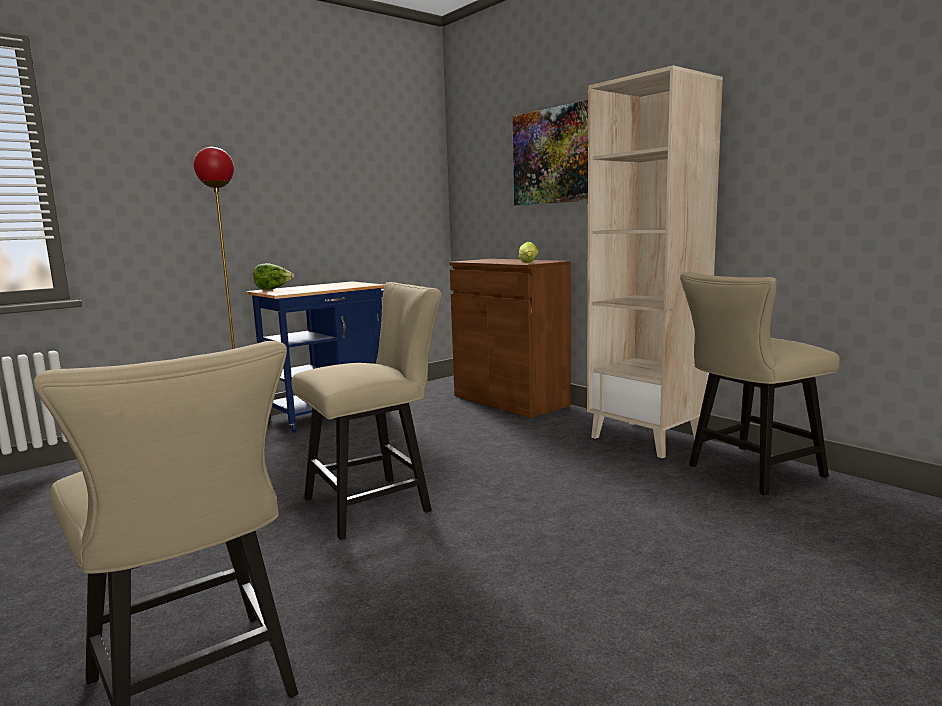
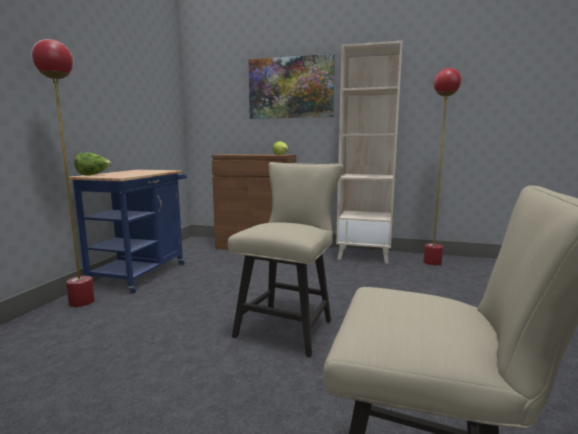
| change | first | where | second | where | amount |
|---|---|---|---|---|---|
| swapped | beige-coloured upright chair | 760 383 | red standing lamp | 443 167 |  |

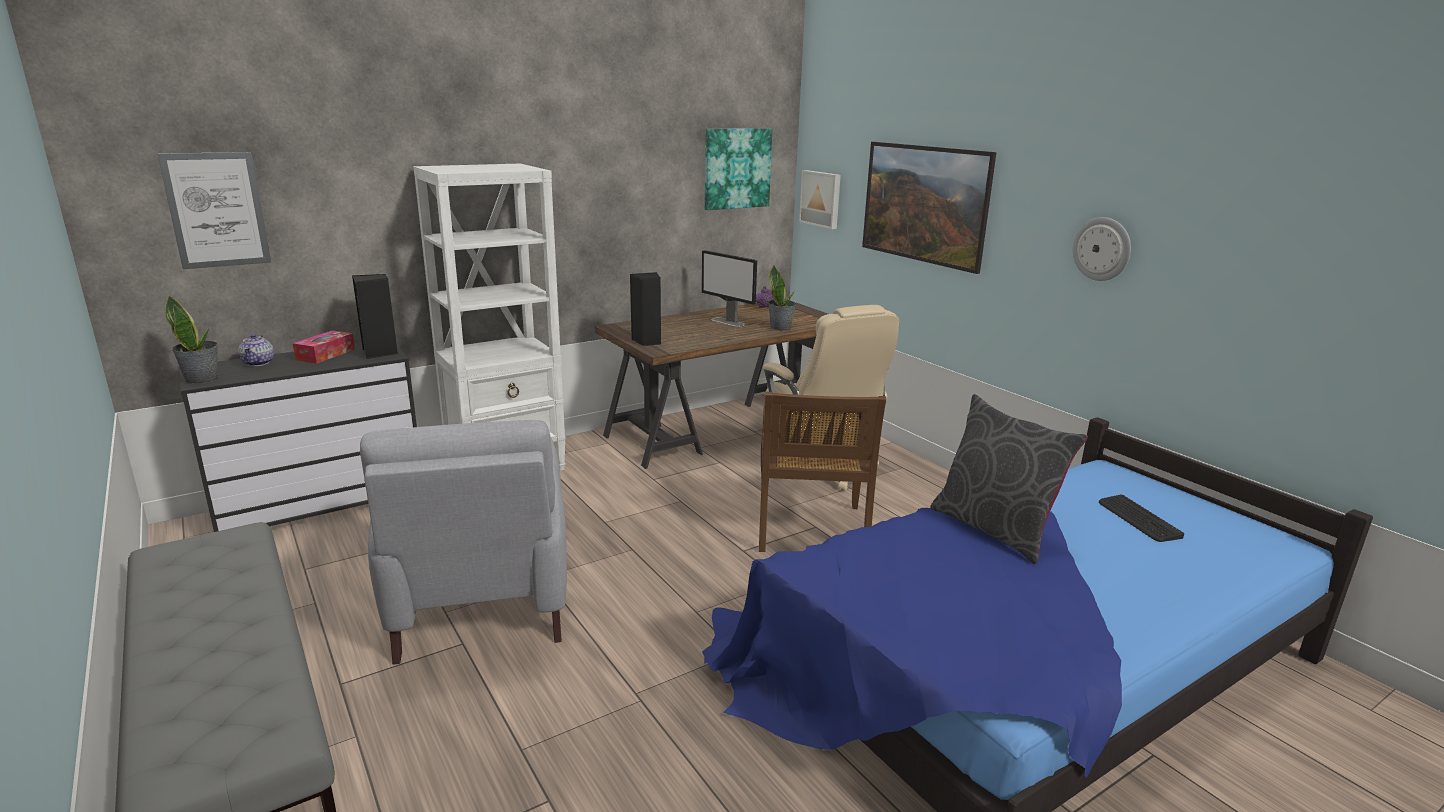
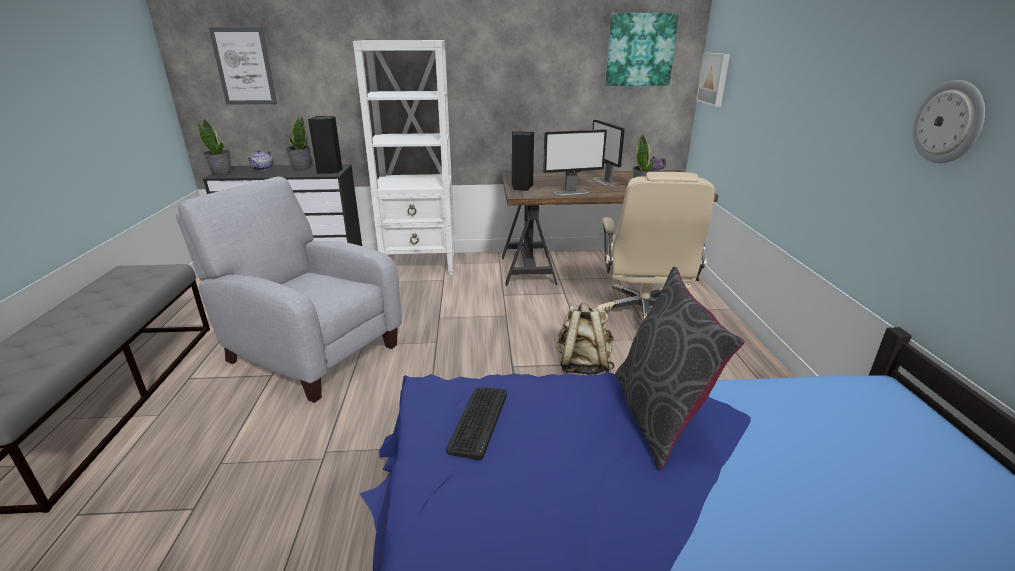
| change | first | where | second | where | amount |
|---|---|---|---|---|---|
| gone | wall picture | 929 208 |  |  |  |
| swapped | tissue holder | 324 347 | potted plant | 298 144 |  |
| swapped | brownish upright chair | 822 472 | beige-coloured backpack | 585 339 |  |
| rotated | gray armchair | 463 542 |  | 288 290 | 105 degrees clockwise |
| shifted | keyboard | 1141 518 |  | 476 423 |  |
| new |  |  | computer display | 575 162 |  |

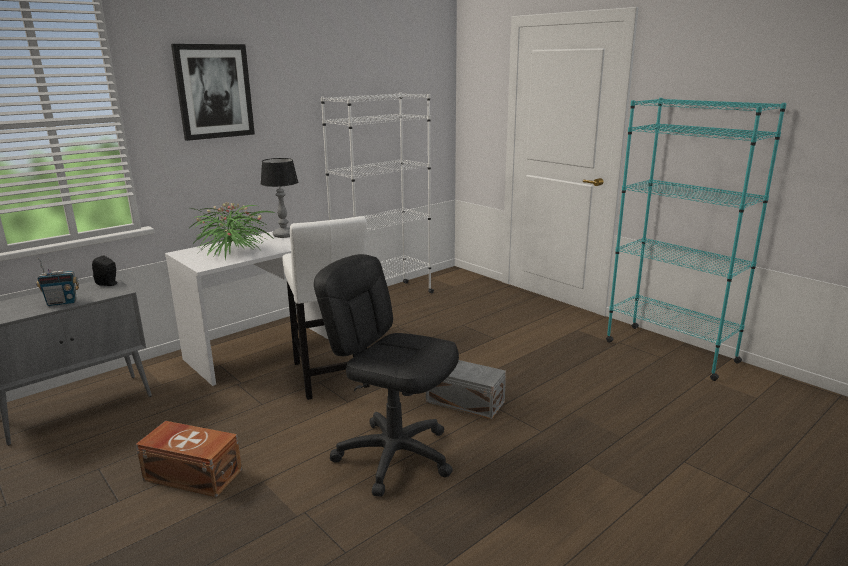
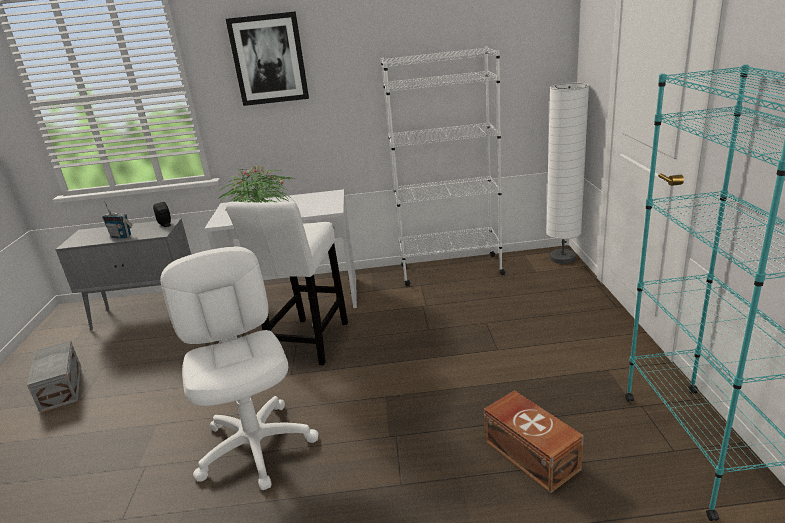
| change | first | where | second | where | amount |
|---|---|---|---|---|---|
| gone | lamp for a table | 279 198 |  |  |  |
| repainted | black-coloured office chair | 386 375 | white-coloured office chair | 239 368 |  |
| shifted | gray storage box | 466 389 |  | 54 376 |  |
| shifted | brownish storage box | 189 459 |  | 534 442 |  |
| new |  |  | white-coloured standing lamp | 567 173 |  |

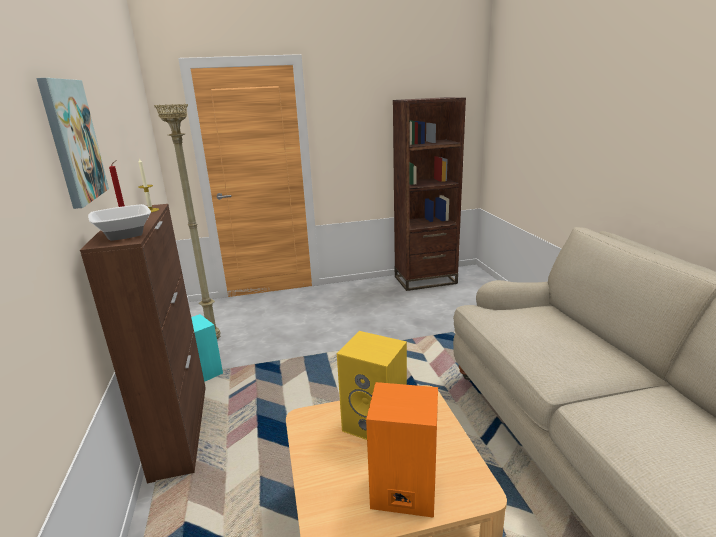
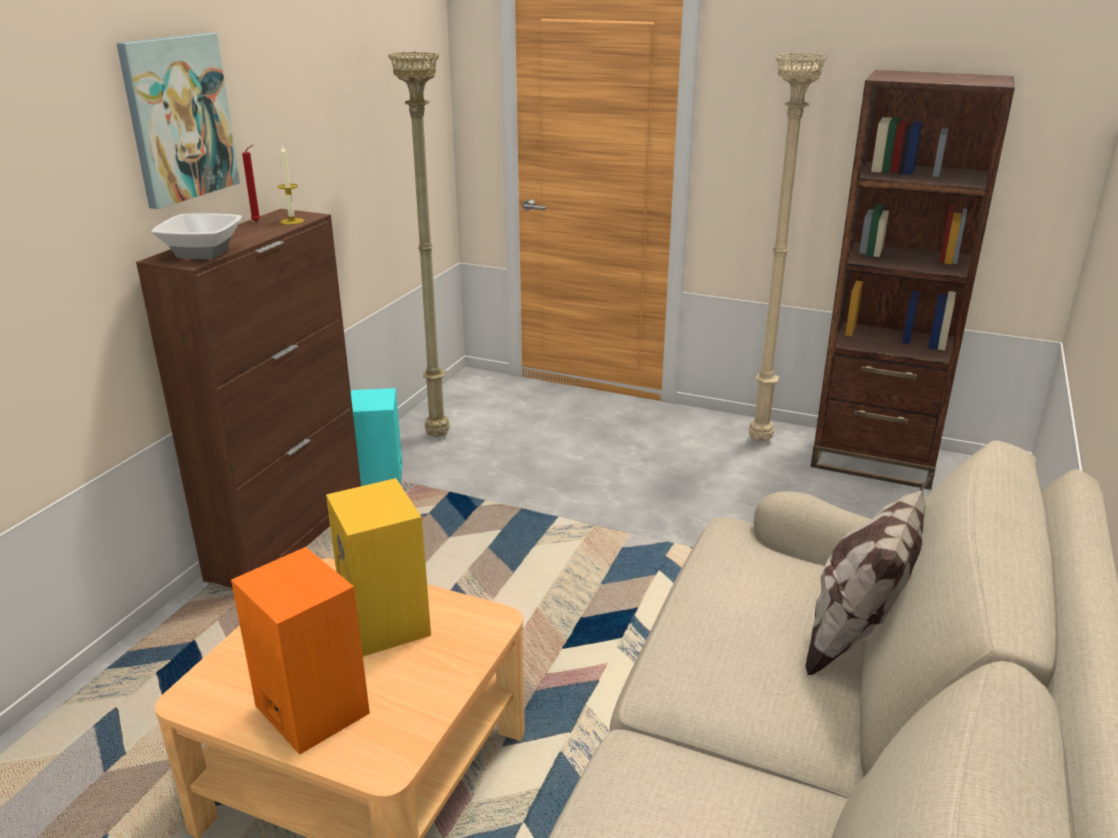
| change | first | where | second | where | amount |
|---|---|---|---|---|---|
| new |  |  | beige-coloured standing lamp | 788 246 |  |
| new |  |  | cushion | 869 574 |  |

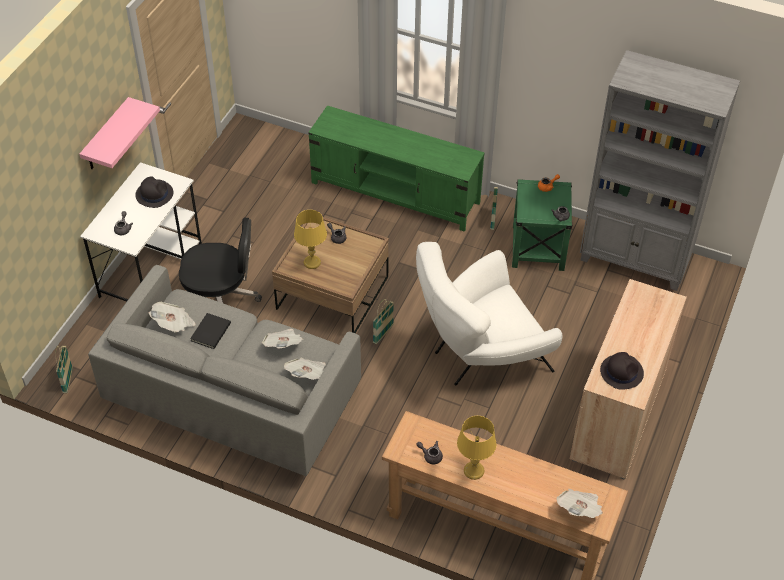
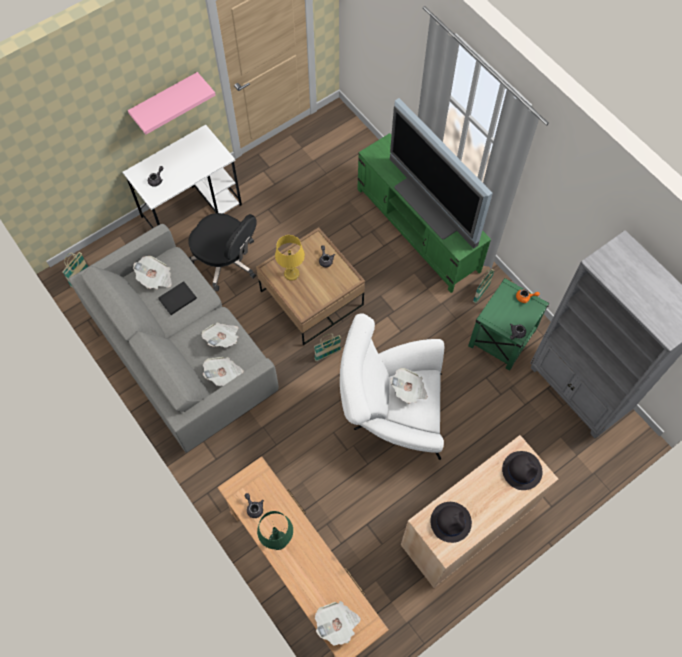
| change | first | where | second | where | amount |
|---|---|---|---|---|---|
| shifted | black-coloured clothing hat | 154 192 |  | 522 470 |  |
| repainted | yellowish lamp for a table | 476 448 | greenish lamp for a table | 275 530 |  |
| new |  |  | television | 441 173 |  |
| new |  |  | newspaper | 409 386 |  |

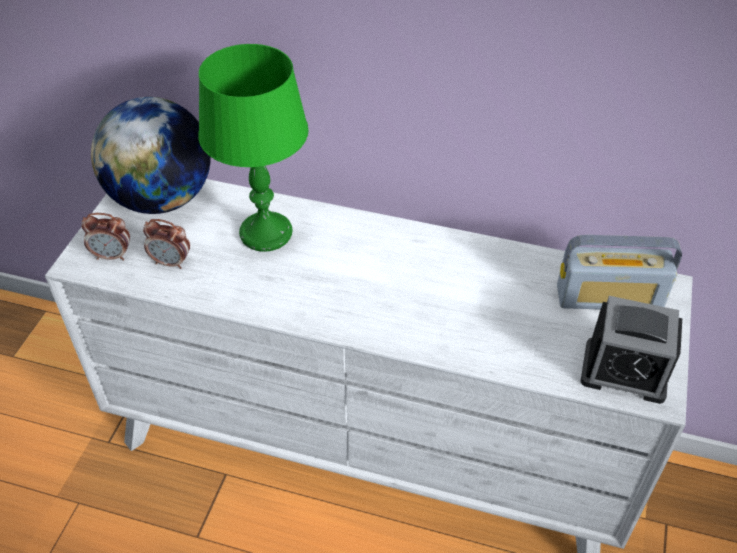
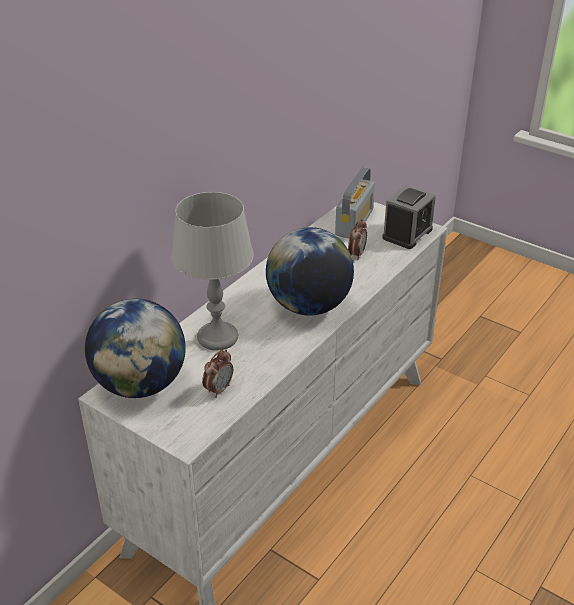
| change | first | where | second | where | amount |
|---|---|---|---|---|---|
| repainted | greenish lamp for a table | 253 148 | gray lamp for a table | 212 271 |  |
| shifted | bedside clock | 105 237 |  | 357 239 |  |
| new |  |  | desk globe | 310 271 |  |

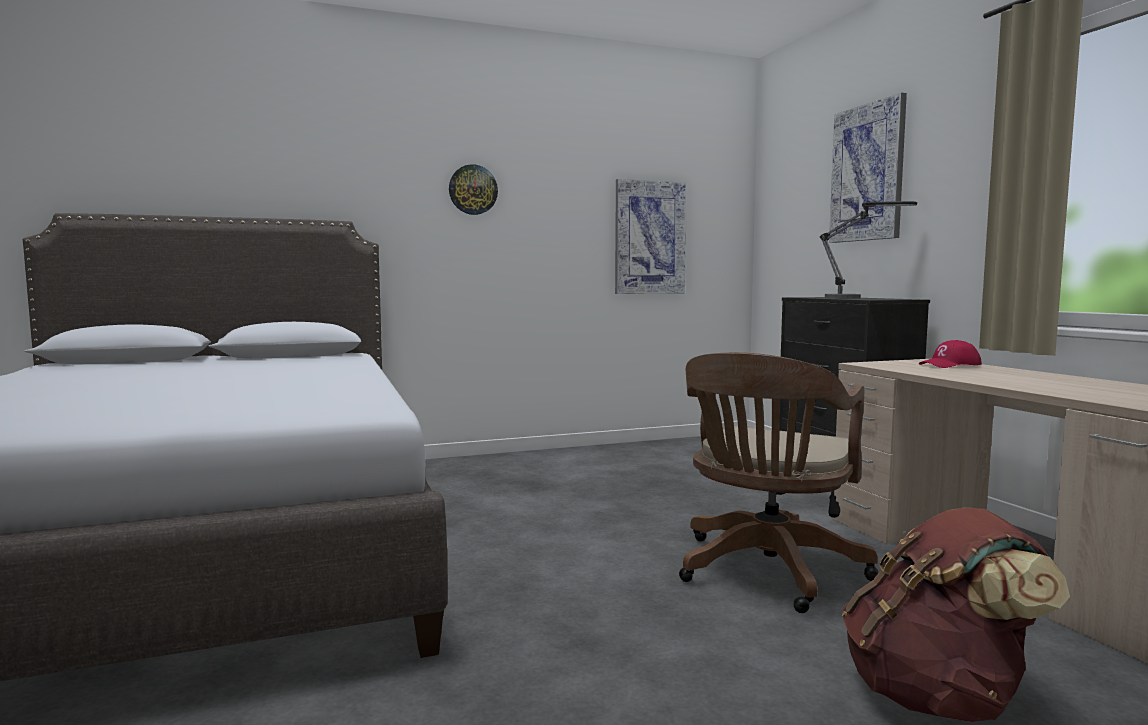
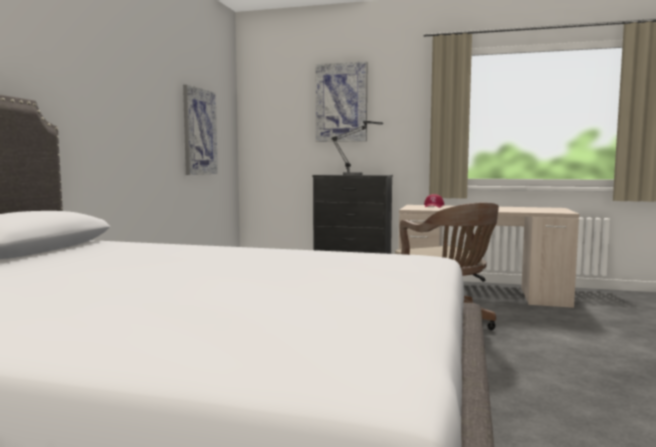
| change | first | where | second | where | amount |
|---|---|---|---|---|---|
| gone | clock on the wall | 473 189 |  |  |  |
| gone | brownish backpack | 956 614 |  |  |  |

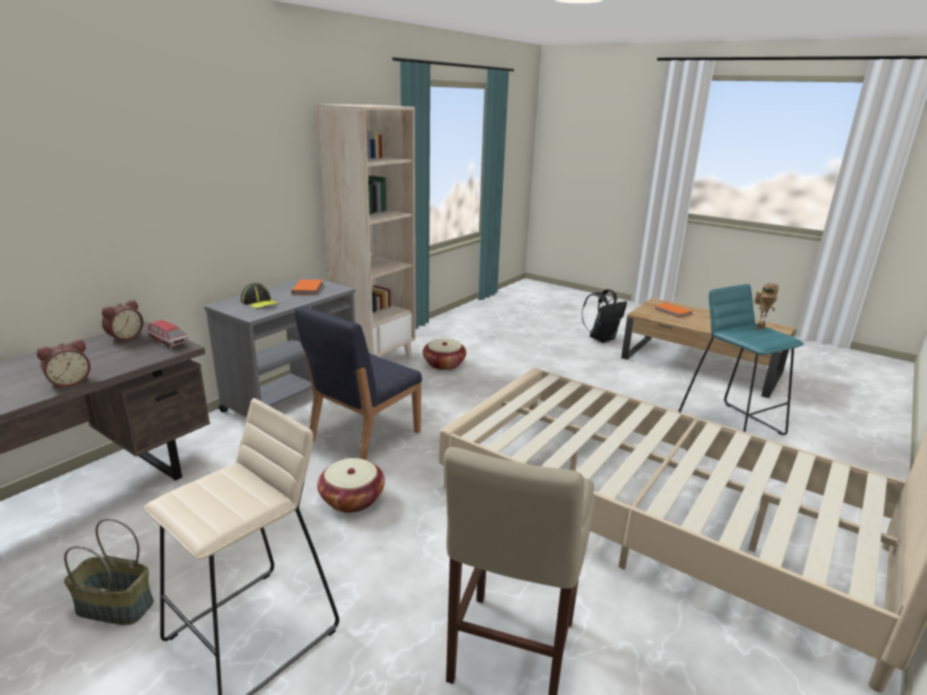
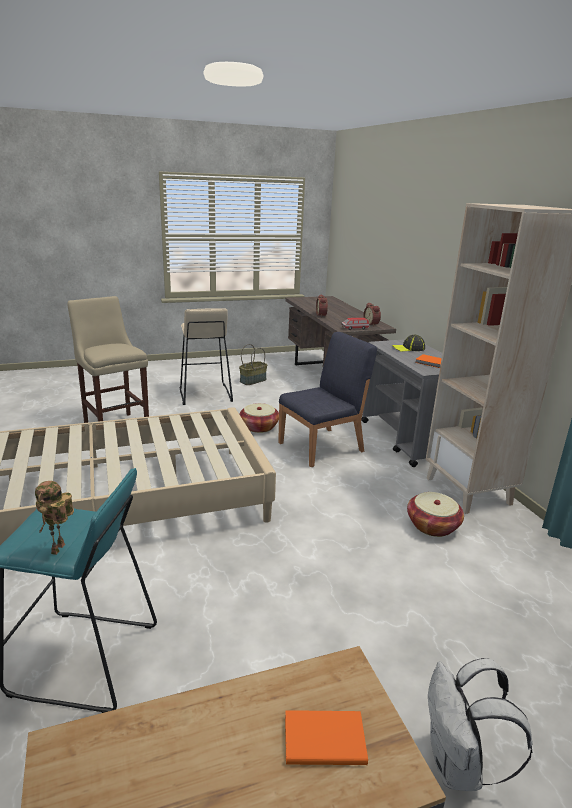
| change | first | where | second | where | amount |
|---|---|---|---|---|---|
| repainted | black-coloured backpack | 604 316 | white-coloured backpack | 480 724 |  |
| rotated | blue-coloured upright chair | 358 383 |  | 327 399 | 75 degrees clockwise |

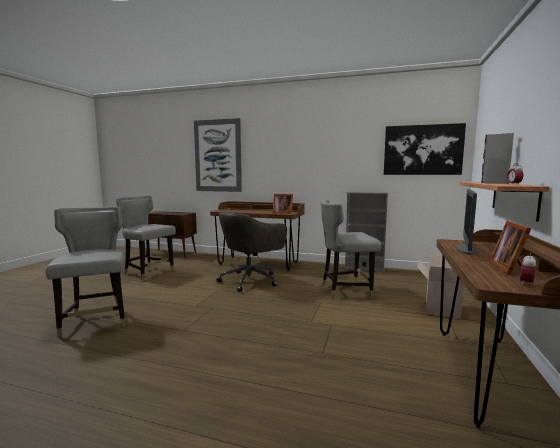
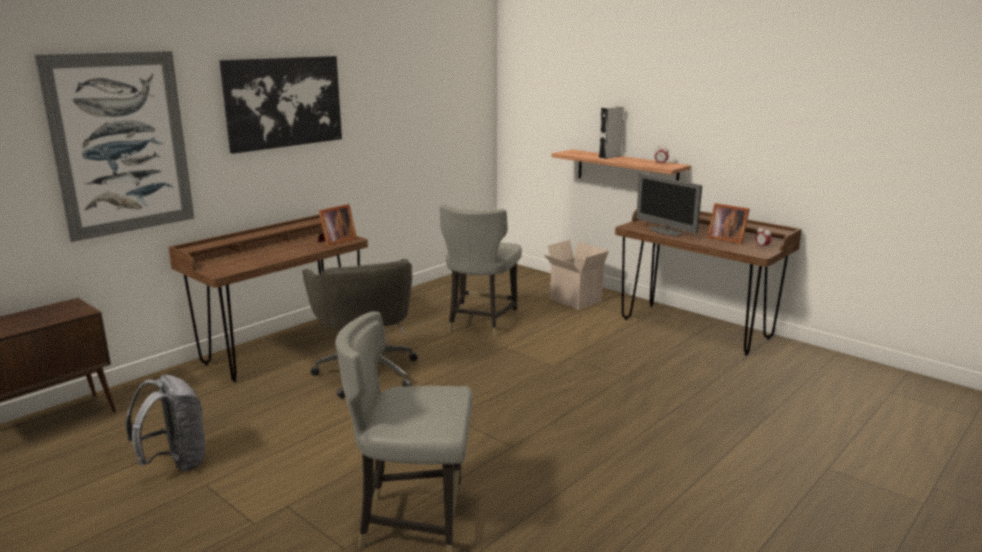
| change | first | where | second | where | amount |
|---|---|---|---|---|---|
| shifted | wall picture | 425 149 |  | 281 105 |  |
| gone | gray bookshelf | 366 232 |  |  |  |
| swapped | gray upright chair | 146 238 | gray backpack | 166 423 |  |

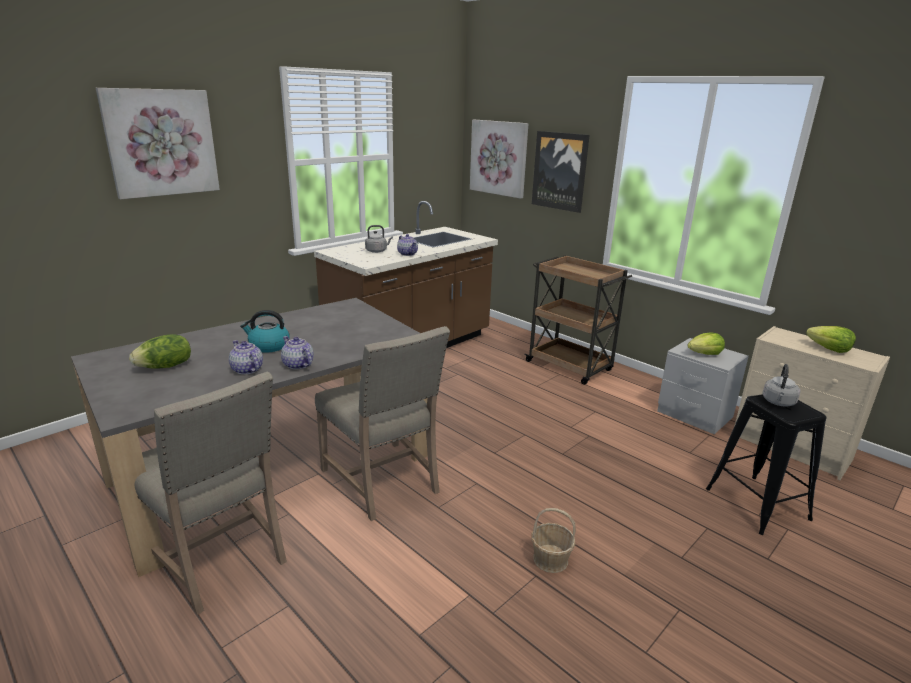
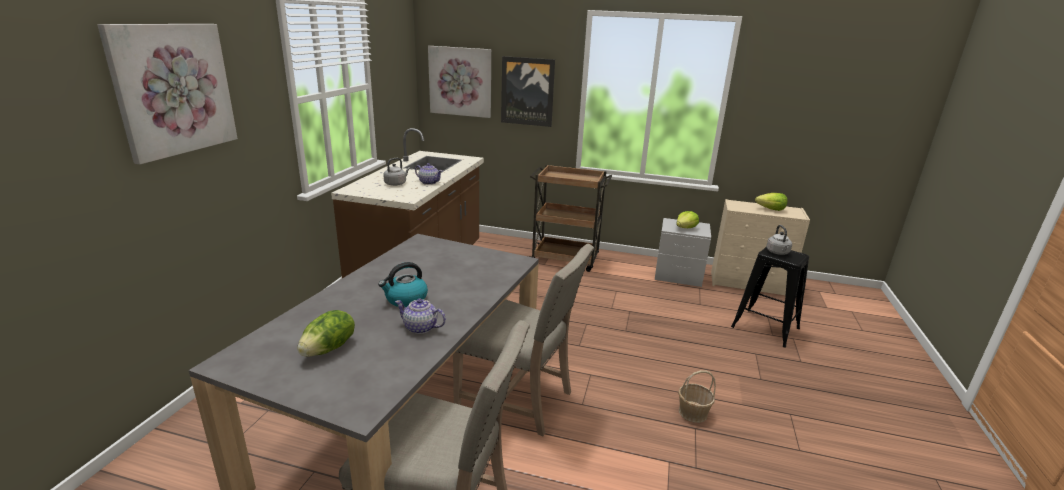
| change | first | where | second | where | amount |
|---|---|---|---|---|---|
| gone | pot for tea | 297 353 |  |  |  |

